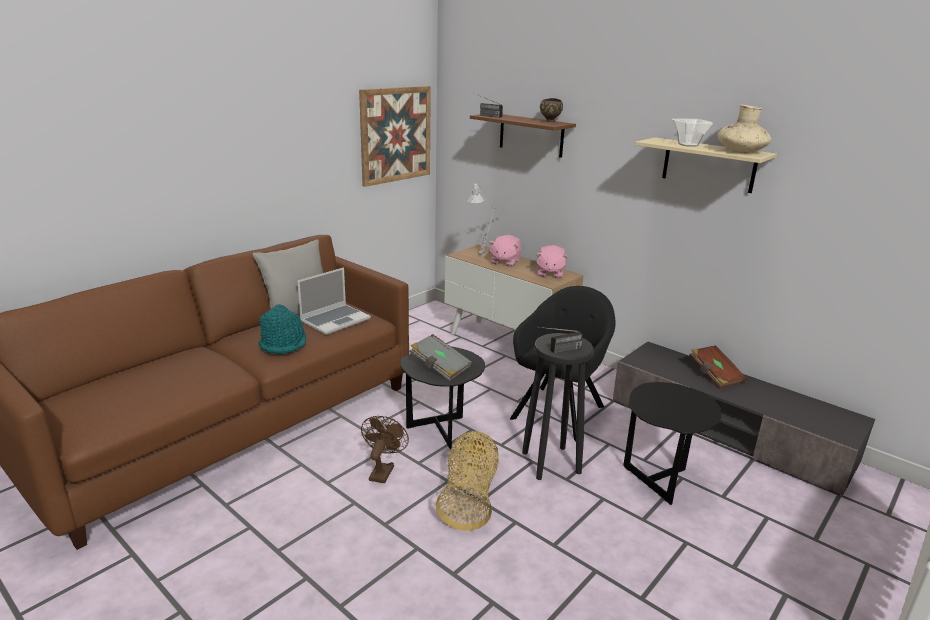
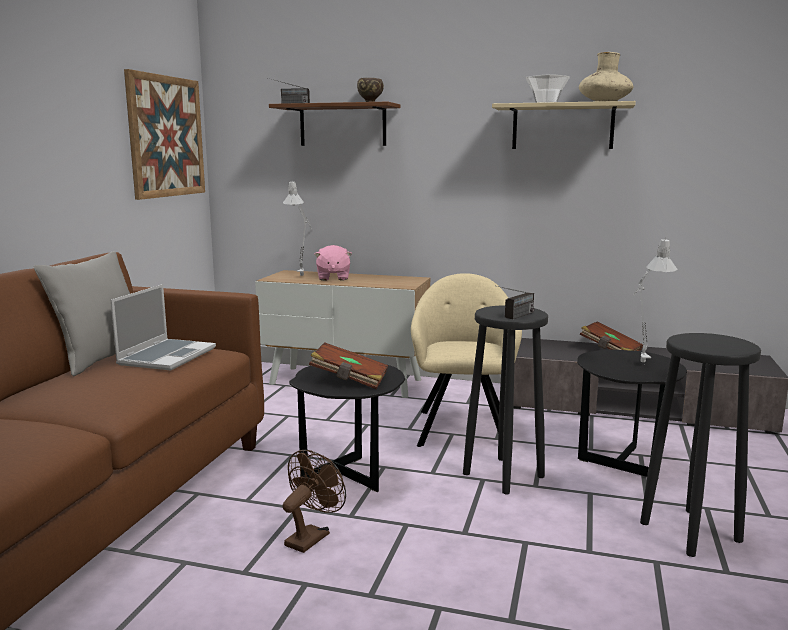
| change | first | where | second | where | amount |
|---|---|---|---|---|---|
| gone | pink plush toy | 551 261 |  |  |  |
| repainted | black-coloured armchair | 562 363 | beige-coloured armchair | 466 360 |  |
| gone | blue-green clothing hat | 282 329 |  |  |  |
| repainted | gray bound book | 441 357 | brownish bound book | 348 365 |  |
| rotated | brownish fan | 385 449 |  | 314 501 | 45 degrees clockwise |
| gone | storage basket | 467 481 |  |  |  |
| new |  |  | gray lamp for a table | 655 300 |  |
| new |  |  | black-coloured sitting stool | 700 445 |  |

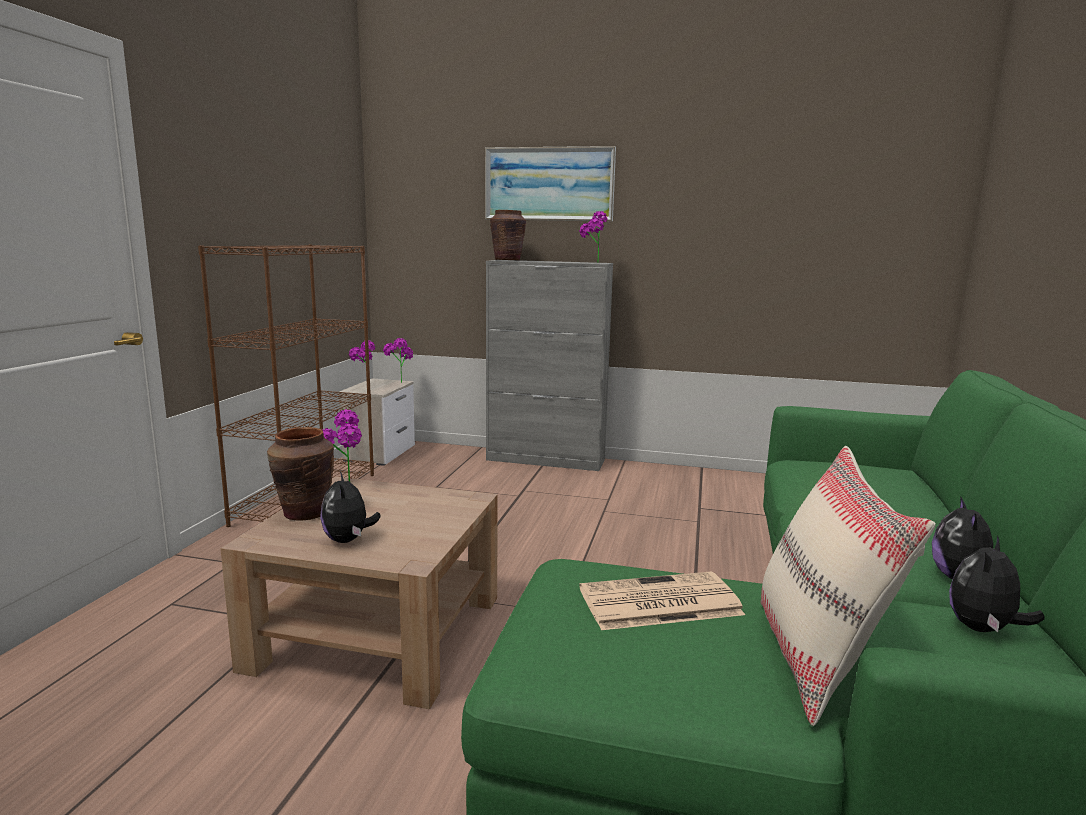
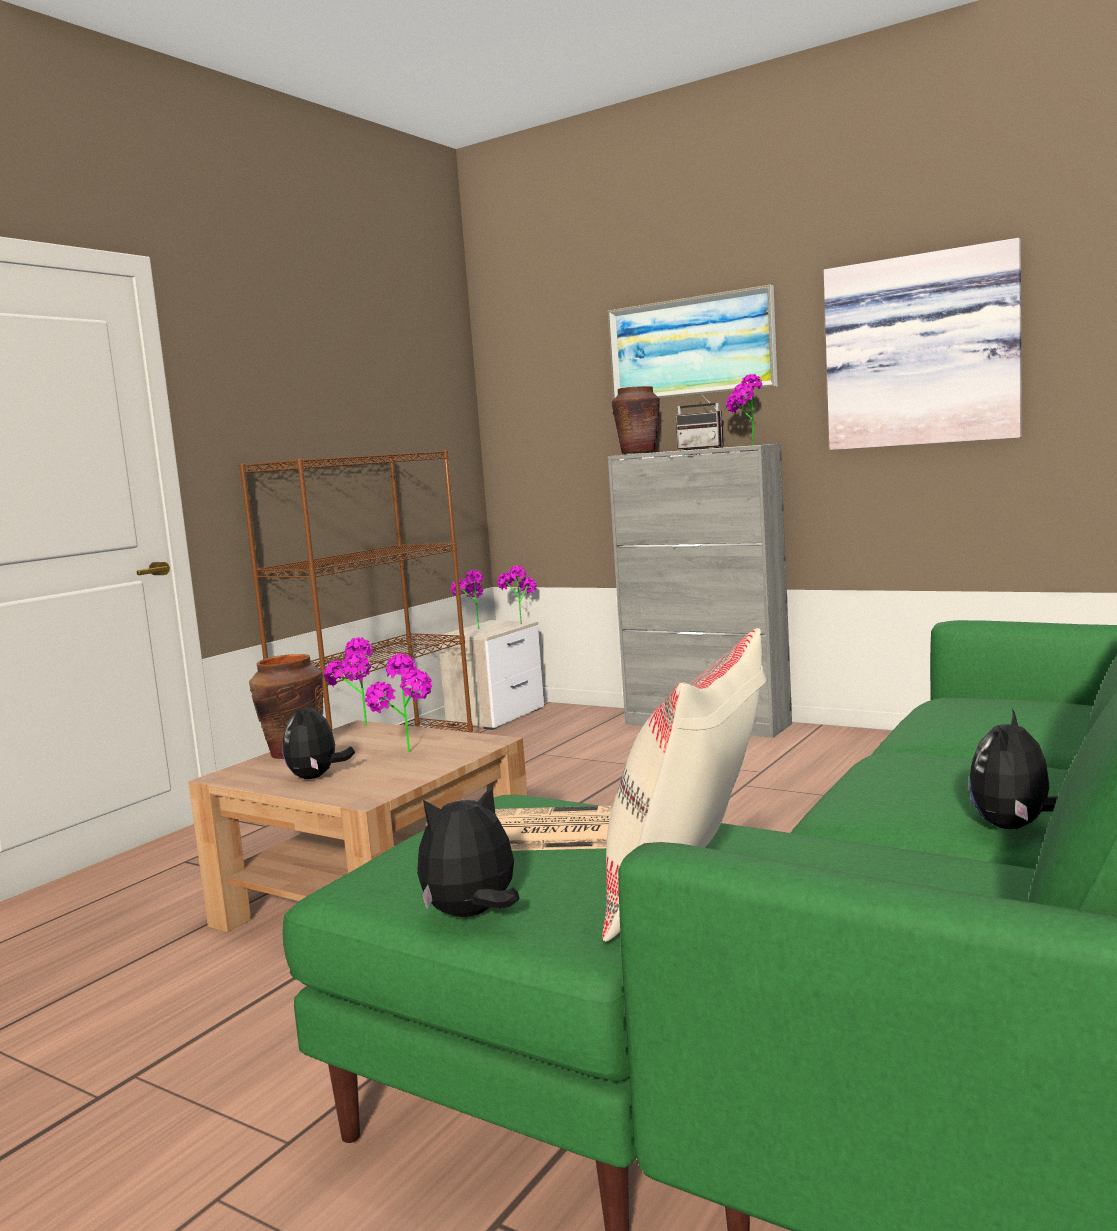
| change | first | where | second | where | amount |
|---|---|---|---|---|---|
| shifted | plush toy | 997 583 |  | 468 851 |  |
| new |  |  | wall picture | 923 344 |  |
| new |  |  | radio | 700 421 |  |
| new |  |  | potted plant | 398 703 |  |

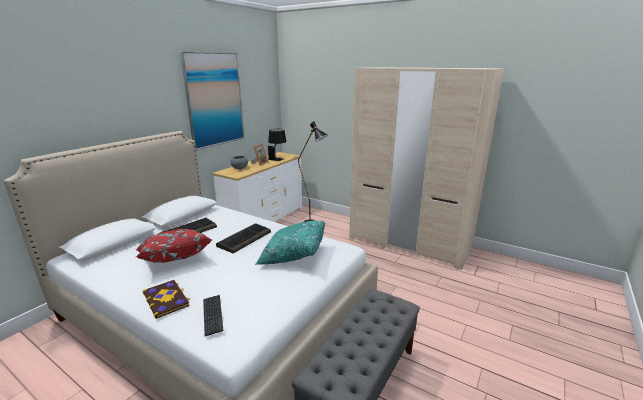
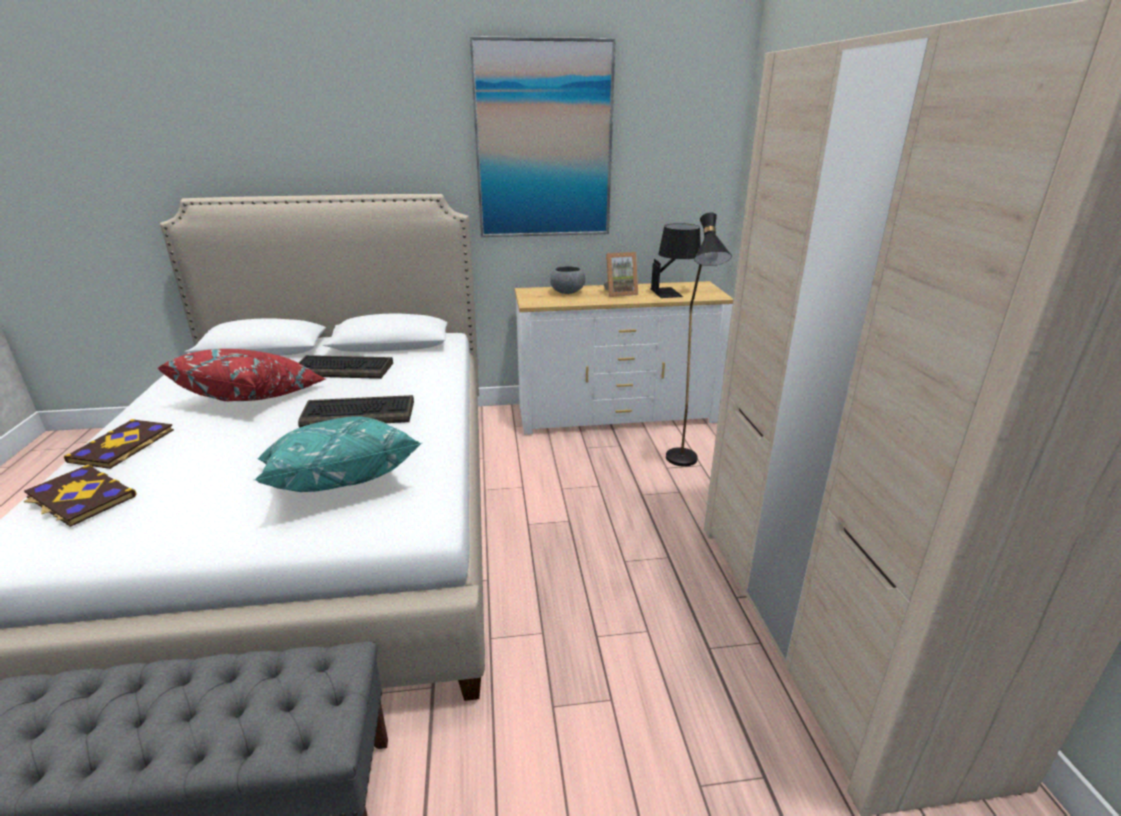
| change | first | where | second | where | amount |
|---|---|---|---|---|---|
| swapped | keyboard | 213 315 | bound book | 80 495 |  |

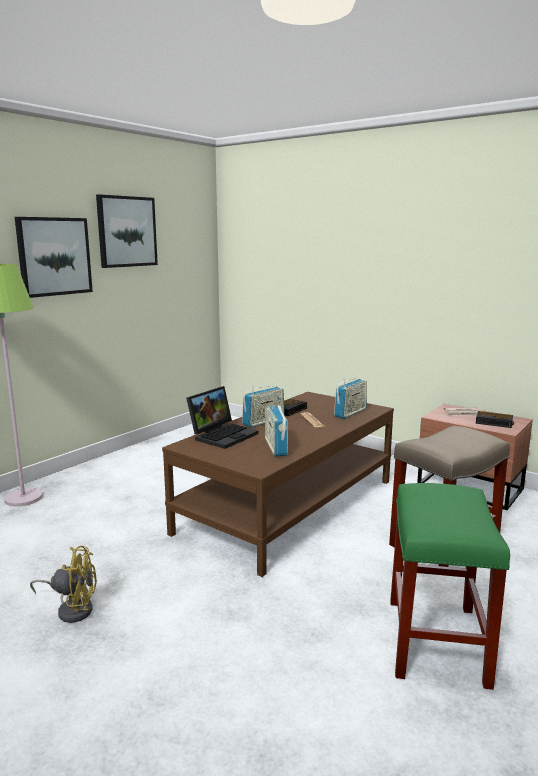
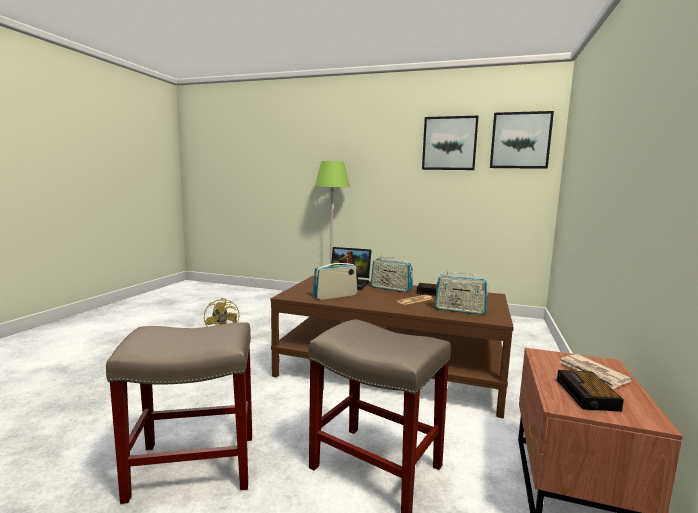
| change | first | where | second | where | amount |
|---|---|---|---|---|---|
| shifted | wall picture | 54 257 |  | 522 140 |  |
| repainted | greenish sitting stool | 450 586 | beige-coloured sitting stool | 179 413 |  |

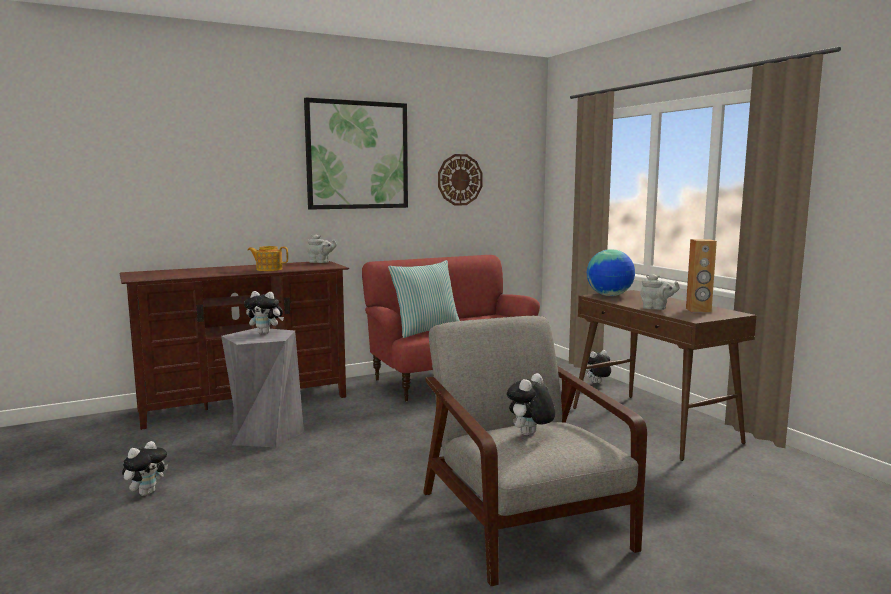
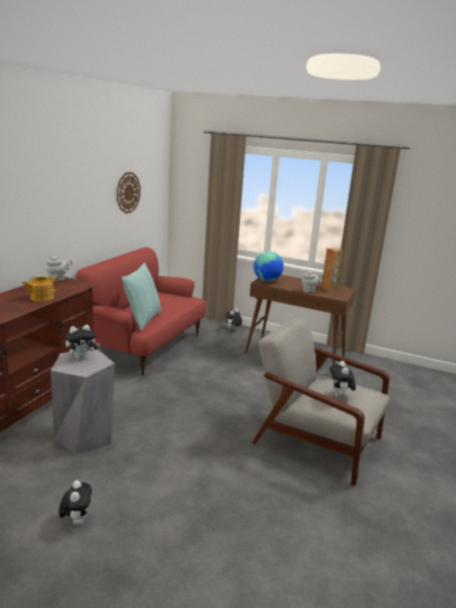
| change | first | where | second | where | amount |
|---|---|---|---|---|---|
| gone | wall picture | 356 154 |  |  |  |

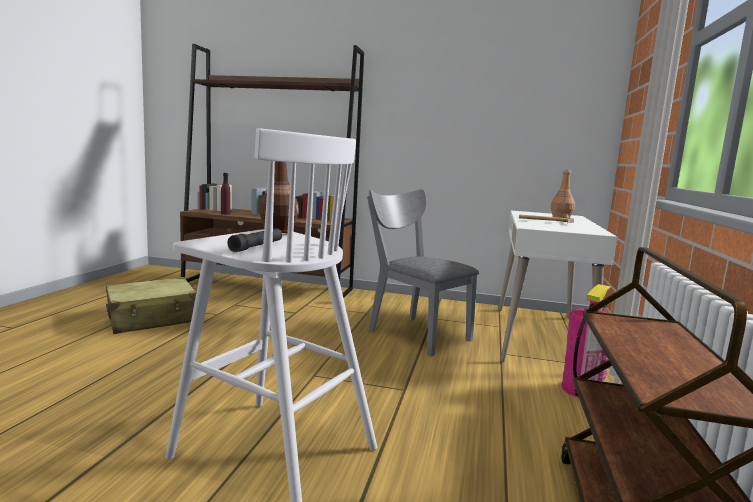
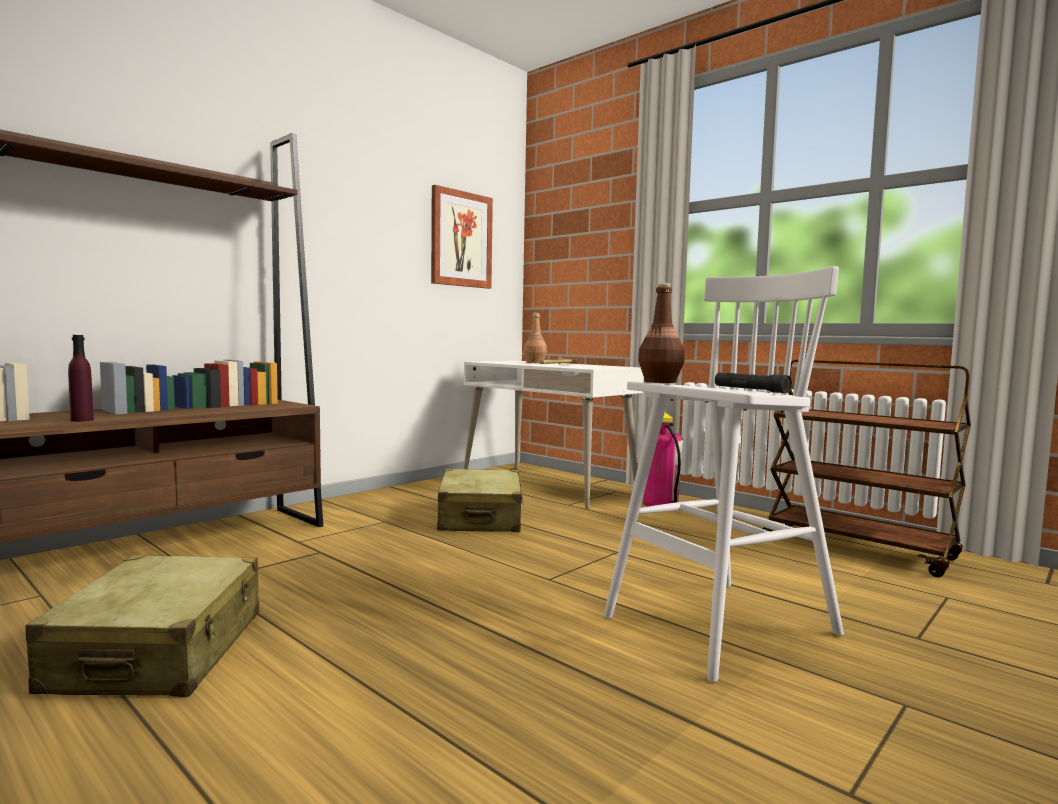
| change | first | where | second | where | amount |
|---|---|---|---|---|---|
| swapped | gray upright chair | 423 273 | beige-coloured suitcase | 480 500 |  |
| new |  |  | wall picture | 462 237 |  |

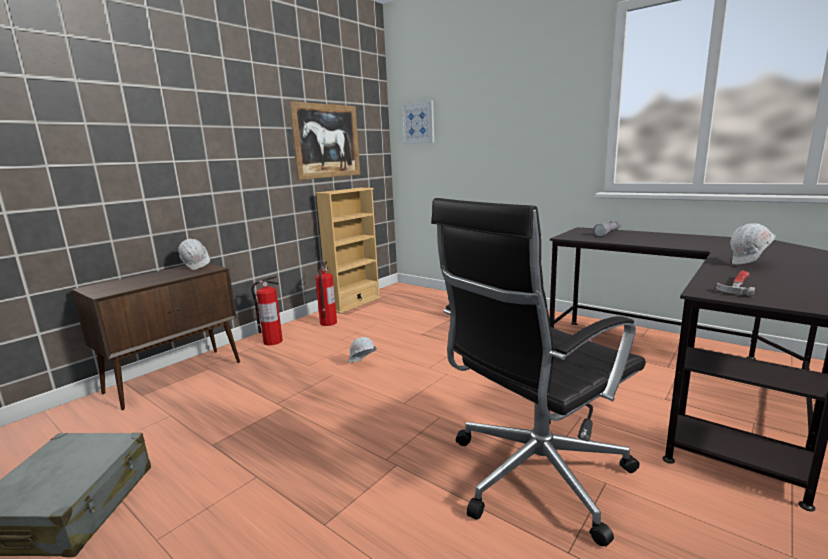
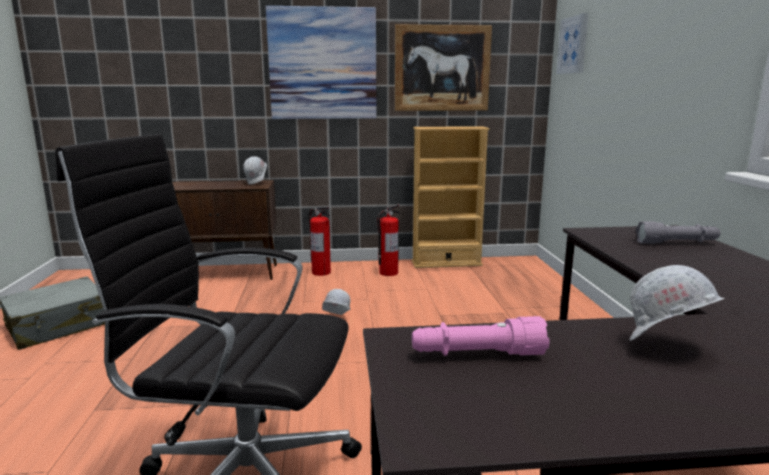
| change | first | where | second | where | amount |
|---|---|---|---|---|---|
| swapped | hand hammer | 735 284 | pink flashlight | 481 336 |  |
| new |  |  | wall picture | 321 62 |  |

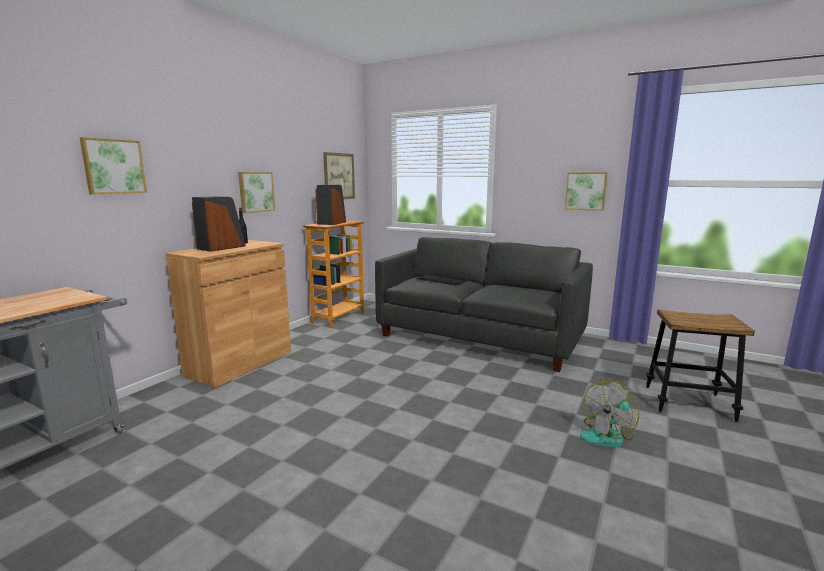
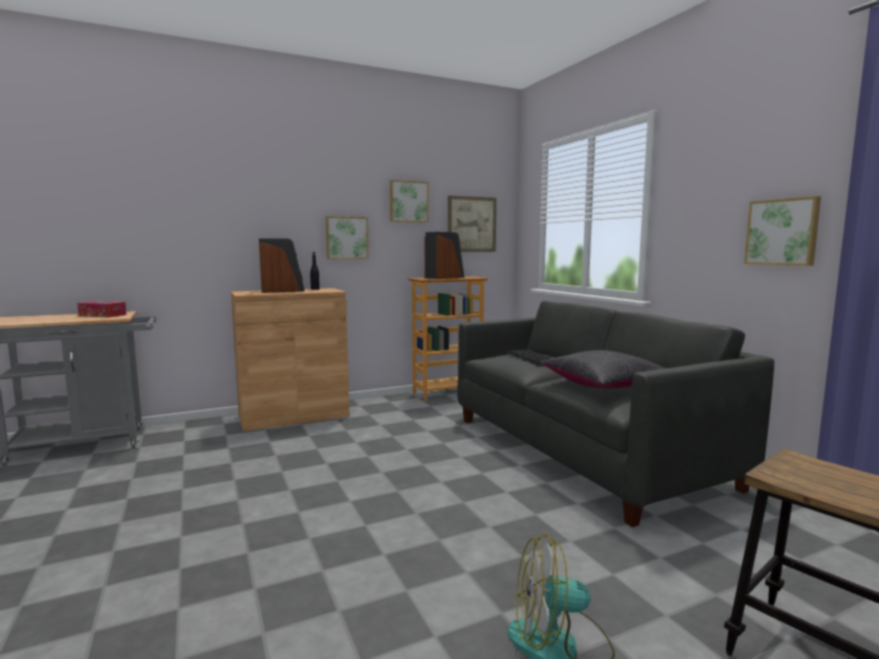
| change | first | where | second | where | amount |
|---|---|---|---|---|---|
| shifted | wall picture | 113 165 |  | 409 201 |  |
| new |  |  | tissue holder | 101 309 |  |
| new |  |  | black-coloured cushion | 603 369 |  |

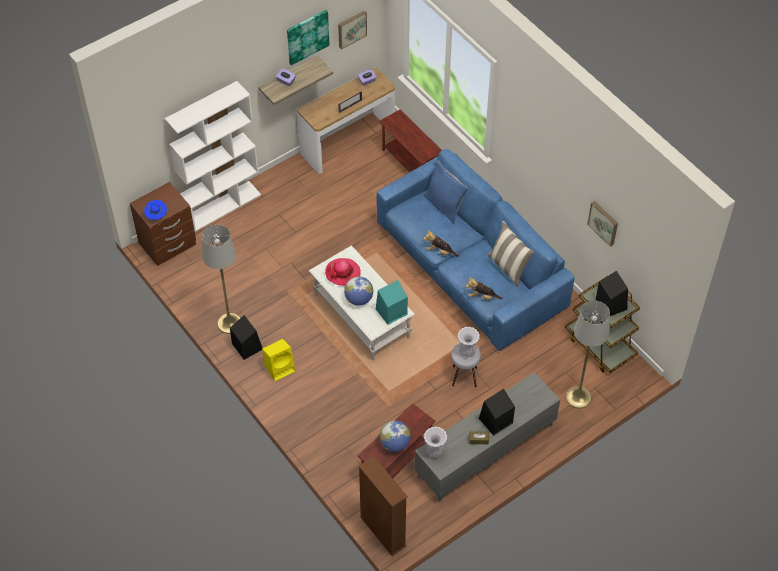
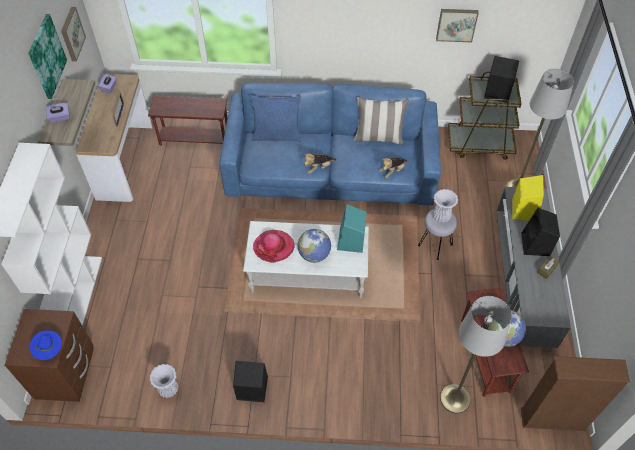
| change | first | where | second | where | amount |
|---|---|---|---|---|---|
| shifted | gray standing lamp | 221 279 |  | 476 354 |  |
| shifted | yellowish speaker | 278 360 |  | 528 198 |  |
| shifted | white-coloured flower vase | 435 442 |  | 163 381 |  |

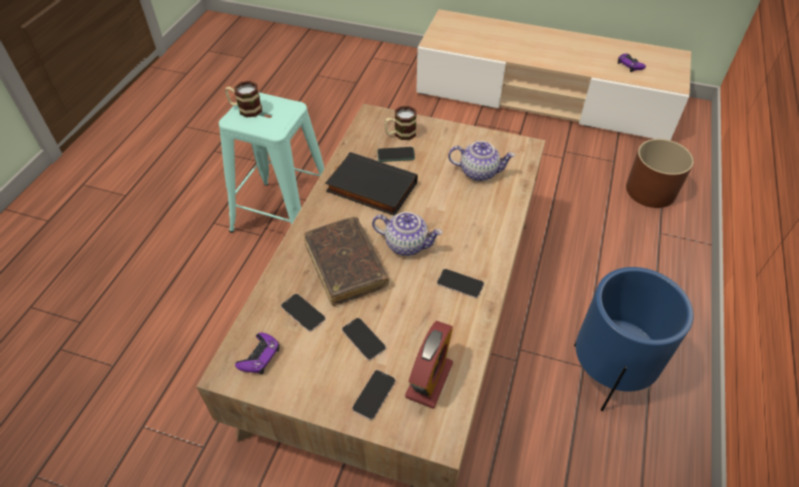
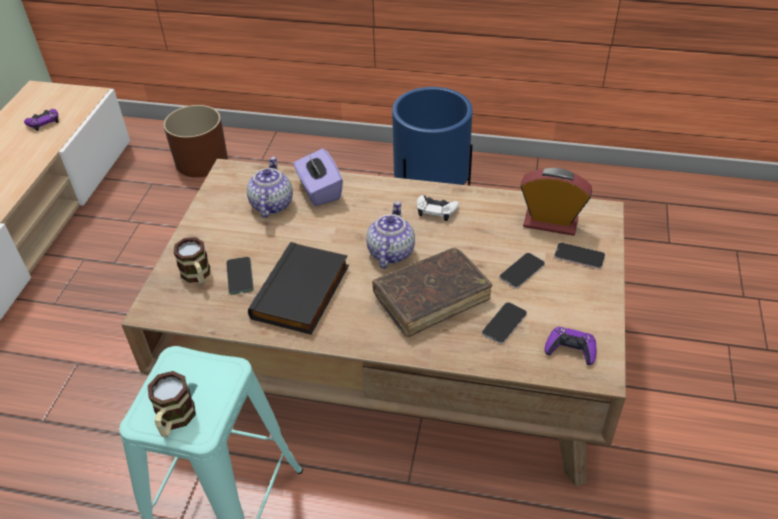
| change | first | where | second | where | amount |
|---|---|---|---|---|---|
| swapped | telephone | 460 283 | white-coloured joypad | 438 208 |  |
| new |  |  | purple-coloured tissue holder | 318 177 |  |

